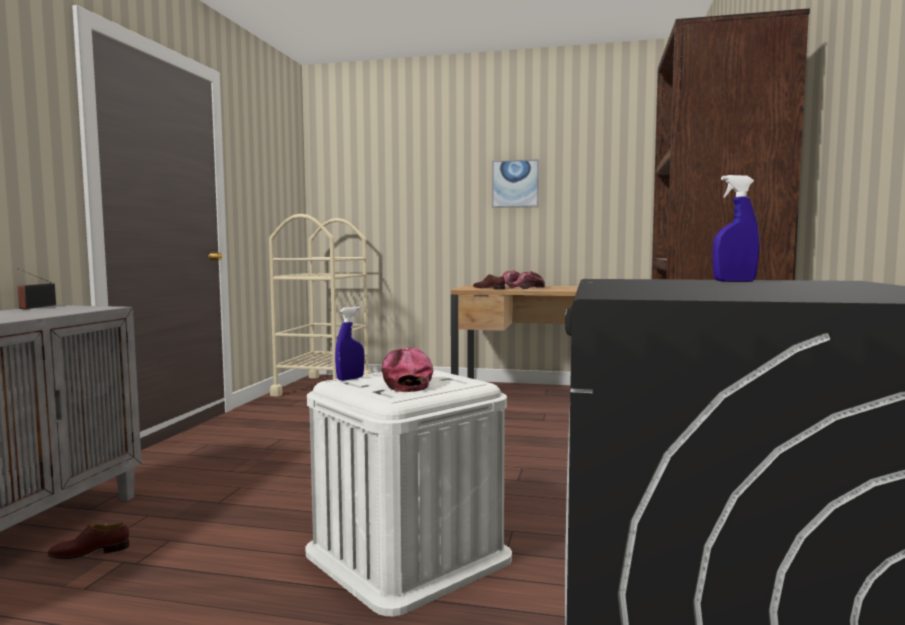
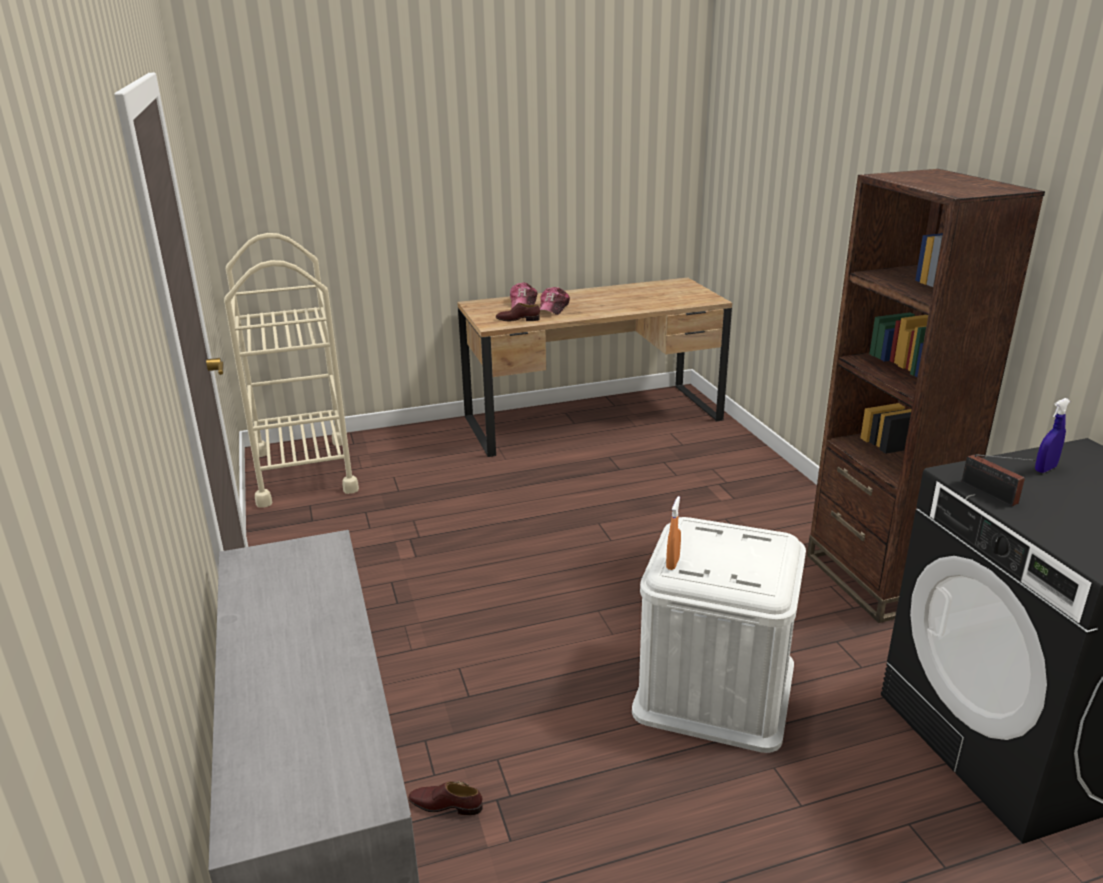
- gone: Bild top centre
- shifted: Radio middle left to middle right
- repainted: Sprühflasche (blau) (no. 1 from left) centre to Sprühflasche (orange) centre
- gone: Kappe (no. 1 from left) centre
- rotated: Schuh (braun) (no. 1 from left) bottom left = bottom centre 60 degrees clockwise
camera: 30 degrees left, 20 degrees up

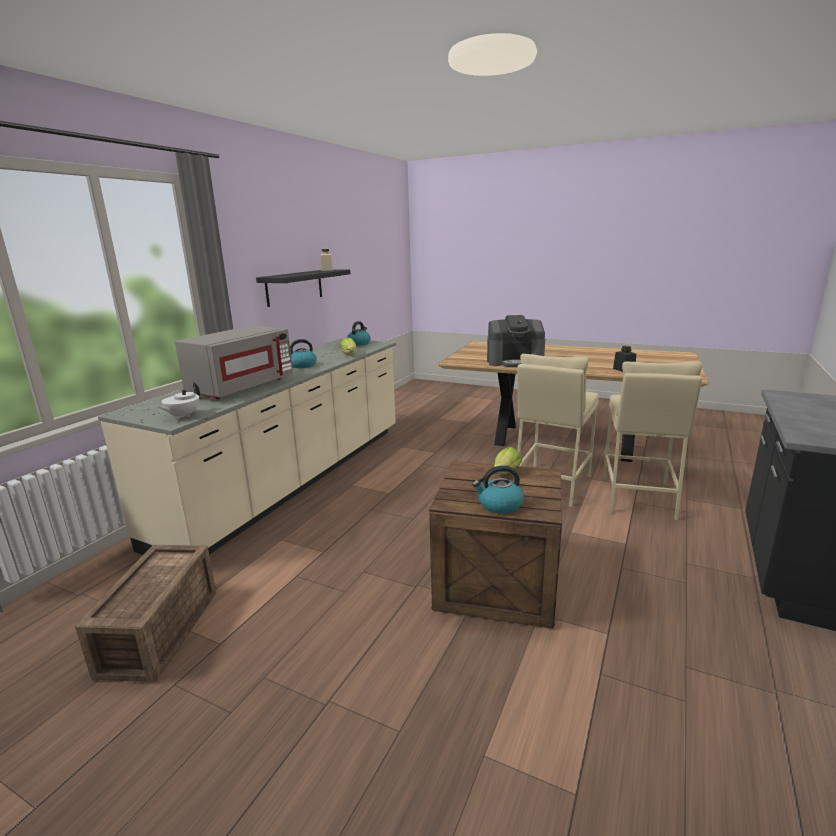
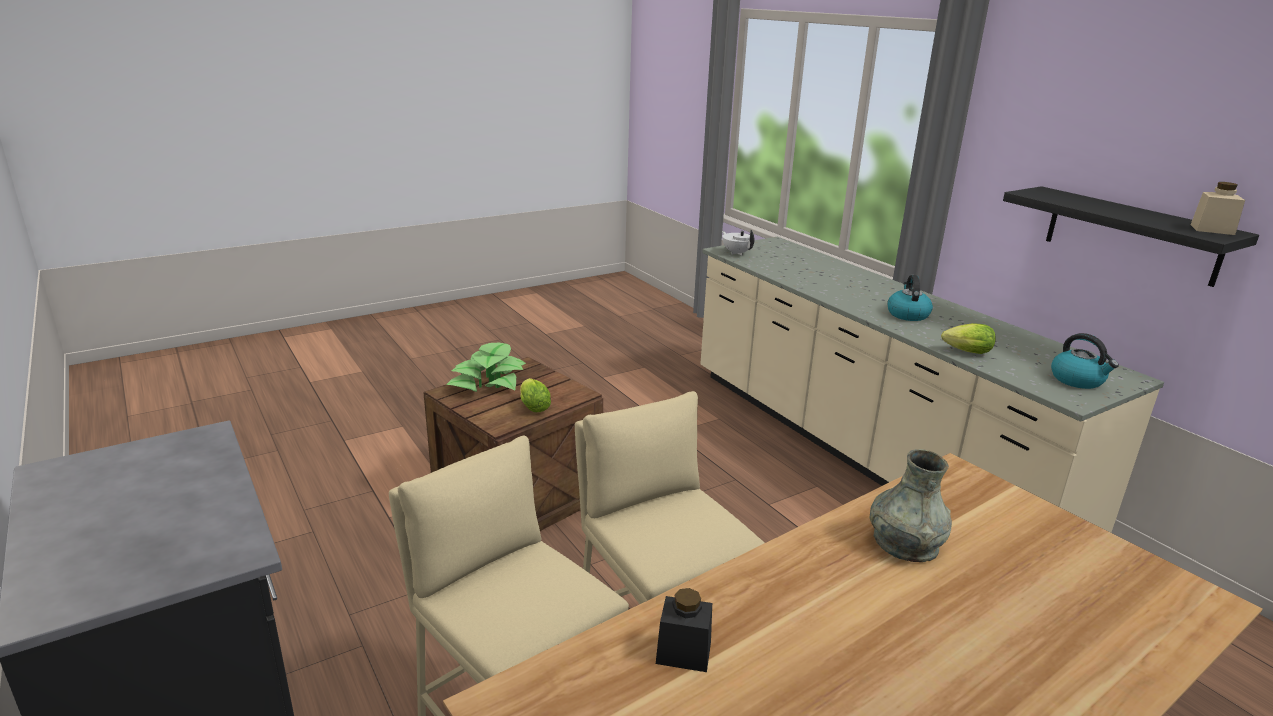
- swapped: Kaffeemaschine centre to Vase (grau) bottom right
- gone: Mikrowelle (grau) middle left
- swapped: Wasserkessel (no. 3 from left) centre to Topfpflanze centre
- gone: Kiste (no. 1 from left) bottom left
camera: 120 degrees right, 5 degrees up

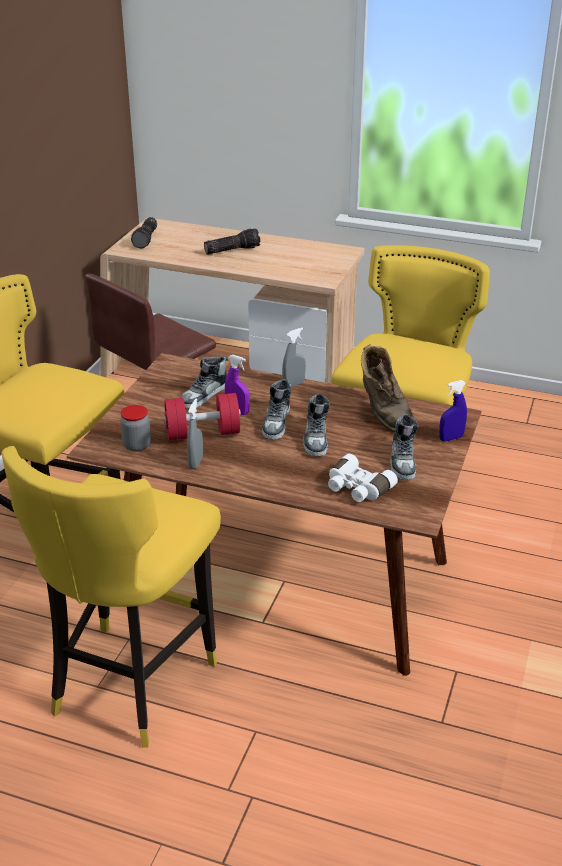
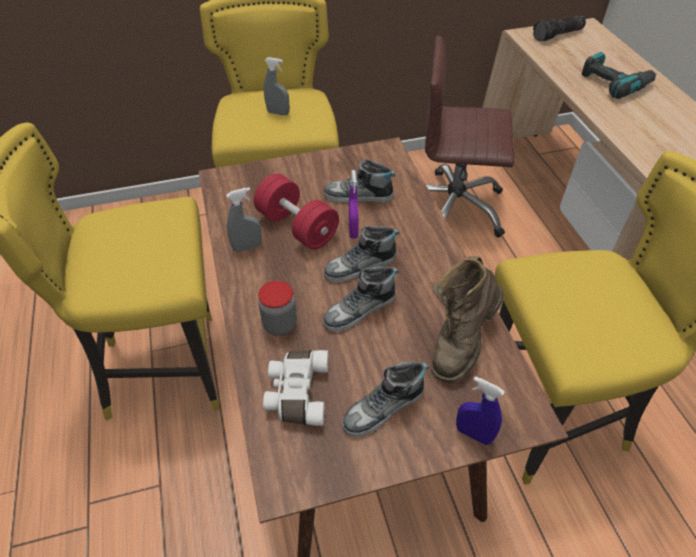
- swapped: Taschenlampe (no. 2 from left) top centre to Bohrmaschine top right
- shifted: Sprühflasche (grau) (no. 2 from left) centre to top centre
- shifted: Vorratsglas middle left to centre
camera: 55 degrees right, 15 degrees up

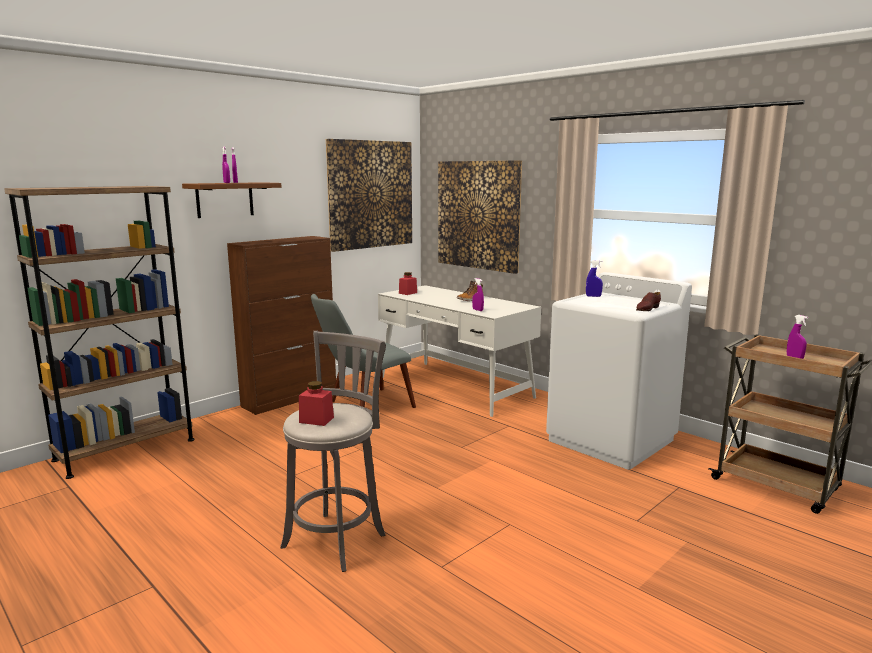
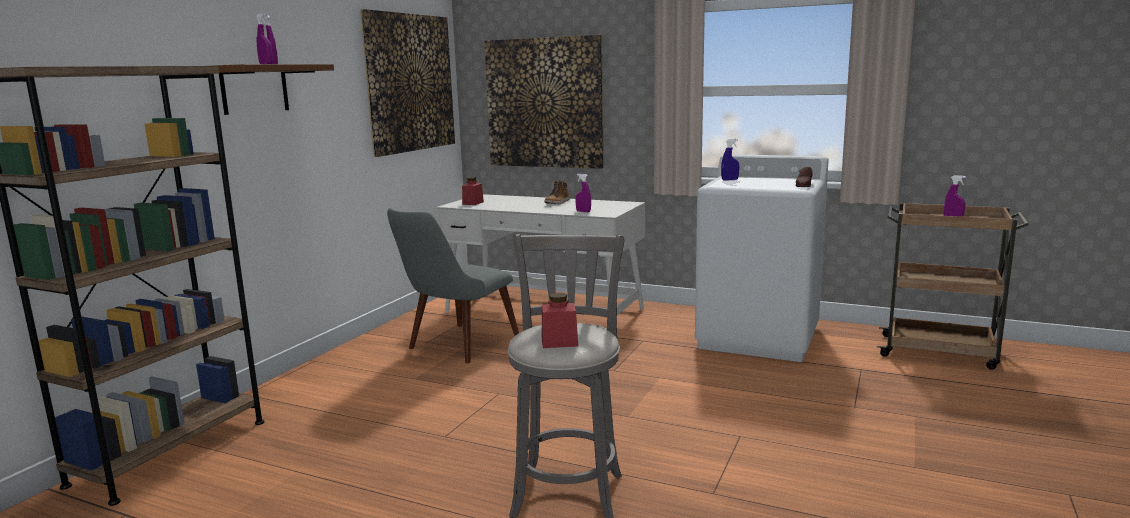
- gone: Schrank (braun) middle left
camera: 20 degrees left, 0 degrees up

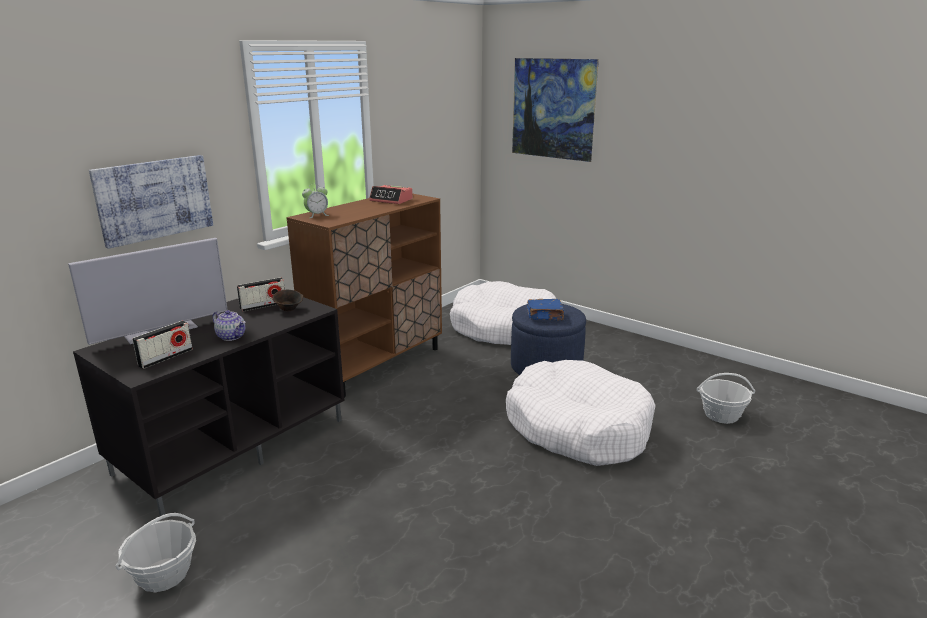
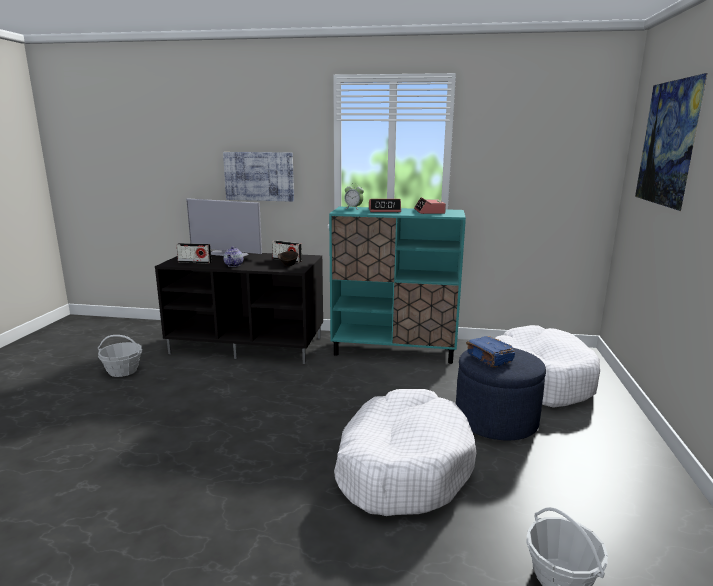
- repainted: Schrank (braun) centre to Schrank (türkis) centre
- new: Wecker (no. 2 from left) centre
camera: 60 degrees right, 5 degrees down

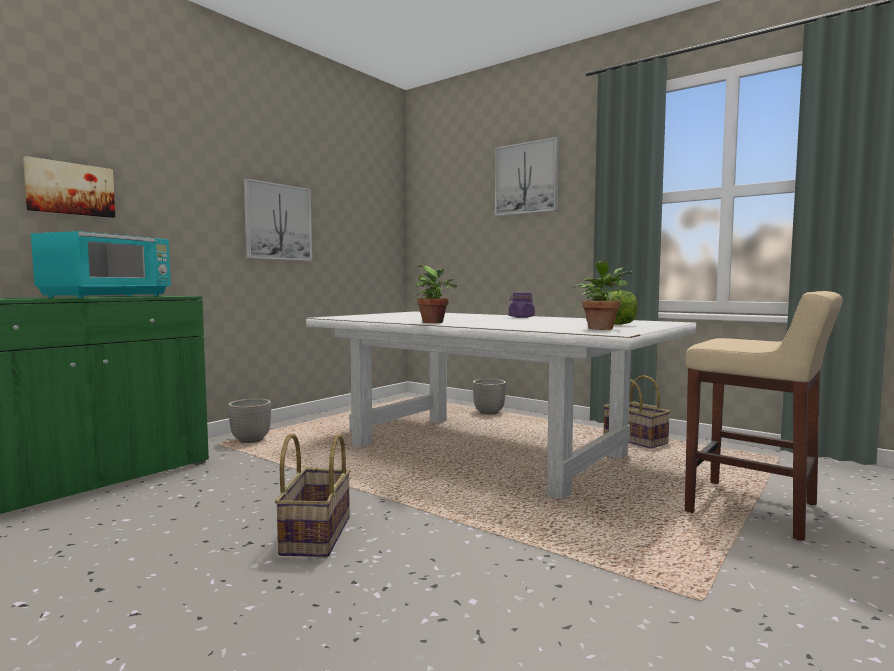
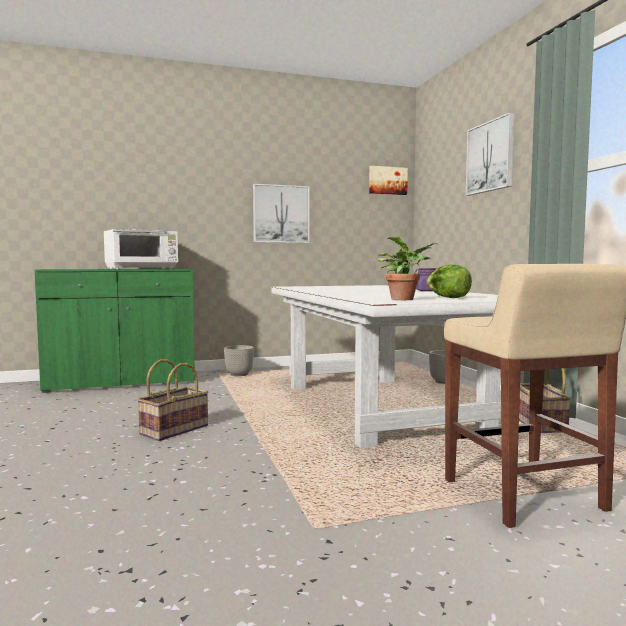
- shifted: Bild (no. 1 from left in the first image) top left to Bild (no. 2 from left) top centre
- repainted: Mikrowelle (türkis) middle left to Mikrowelle (weiß) middle left
- gone: Topfpflanze (no. 1 from left) centre
camera: 35 degrees right, 0 degrees up

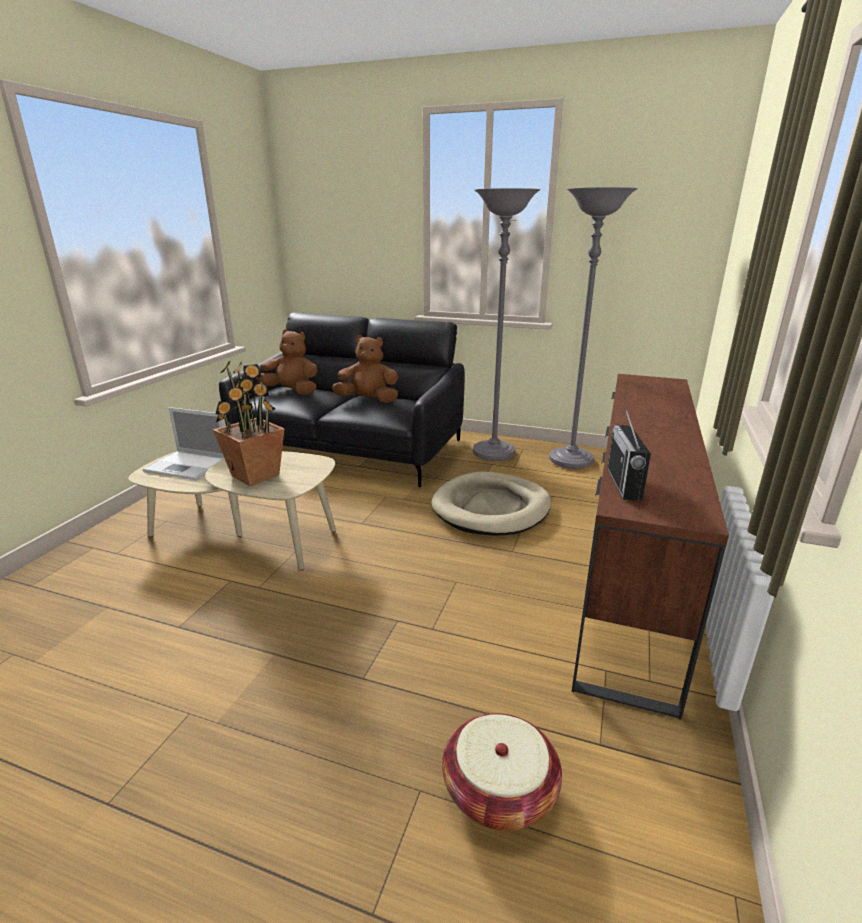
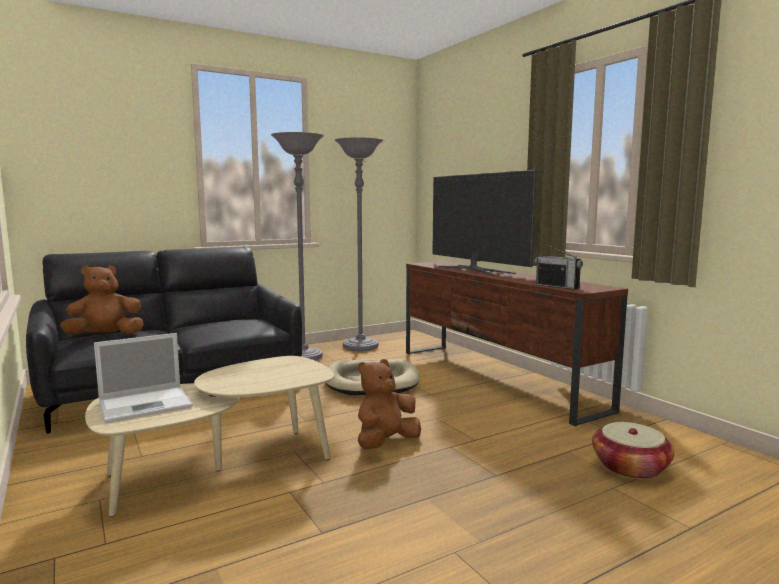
- shifted: Plüschtier (braun) (no. 2 from left) centre to bottom centre
- gone: Topfpflanze middle left
- new: Fernseher centre
camera: 50 degrees left, 15 degrees down

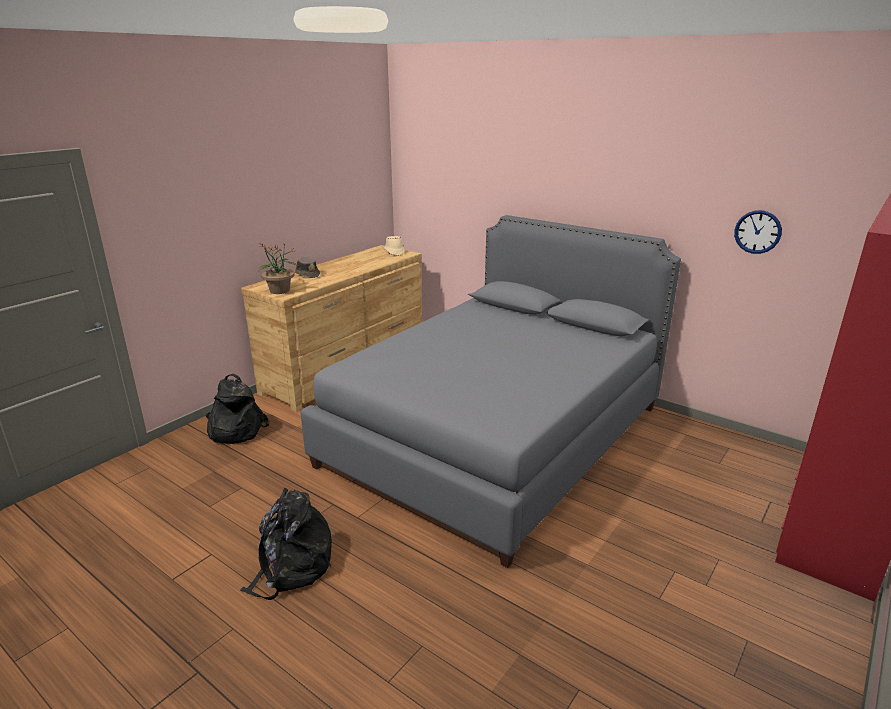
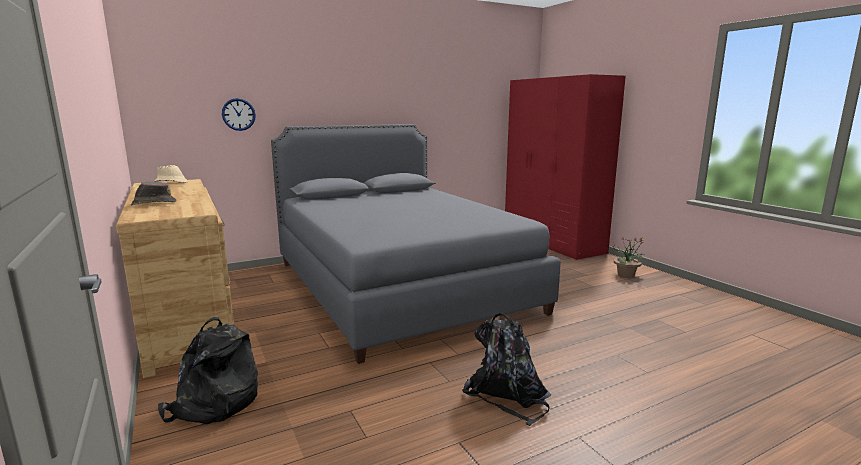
- shifted: Wanduhr top right to top left
- shifted: Topfpflanze middle left to middle right
camera: 65 degrees left, 10 degrees down

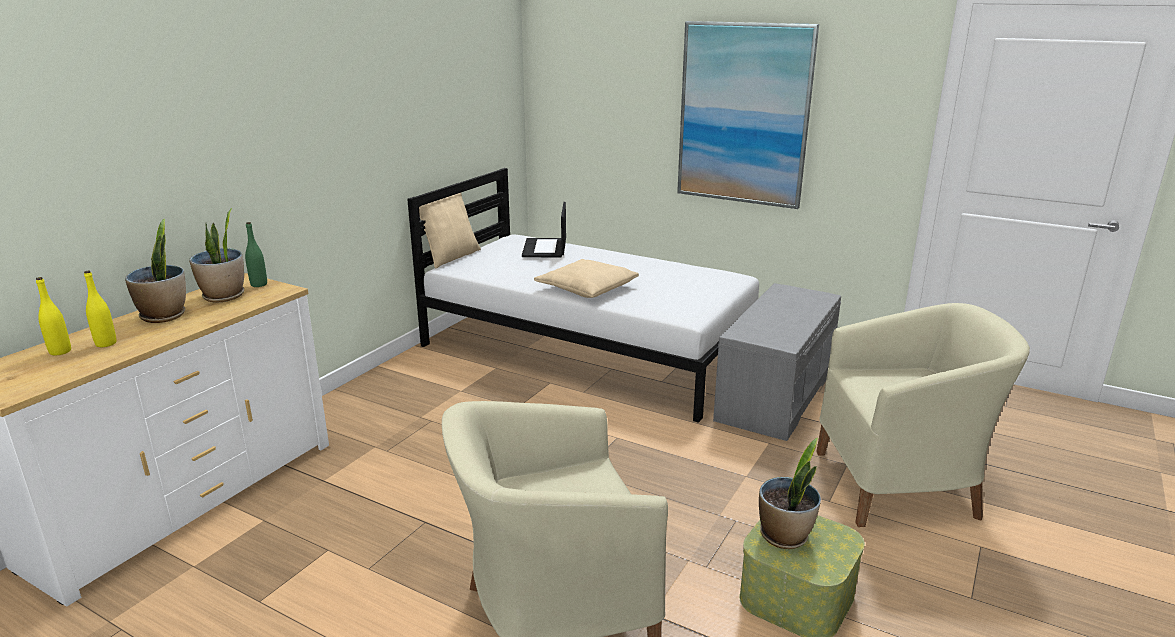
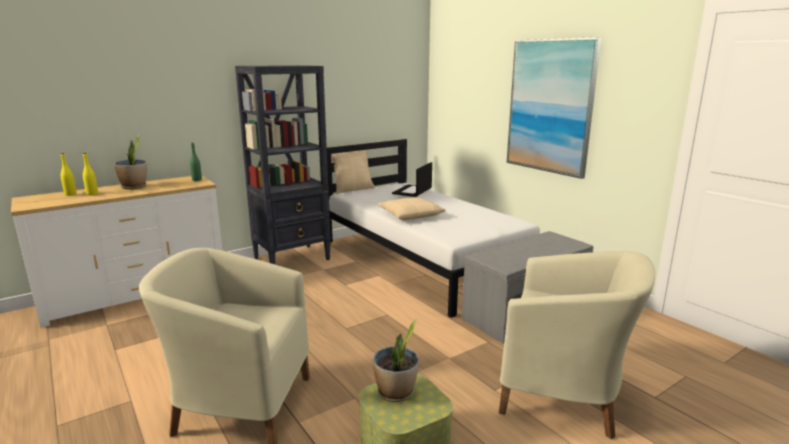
- gone: Topfpflanze (no. 2 from left) middle left
- new: Bücherregal (schwarz) centre
camera: 25 degrees right, 5 degrees down

